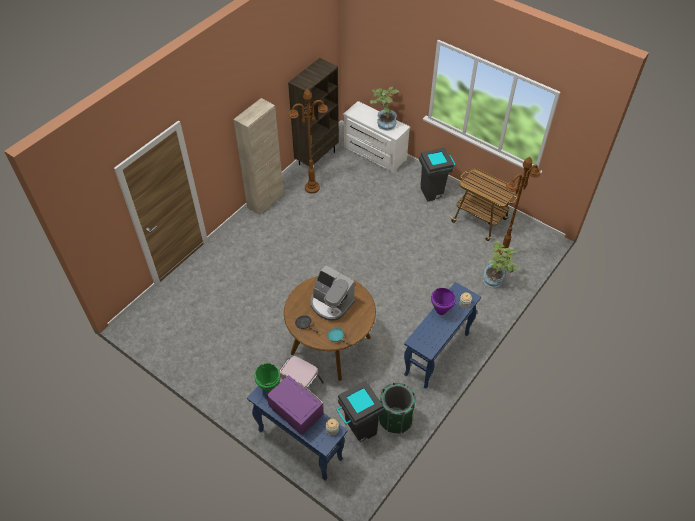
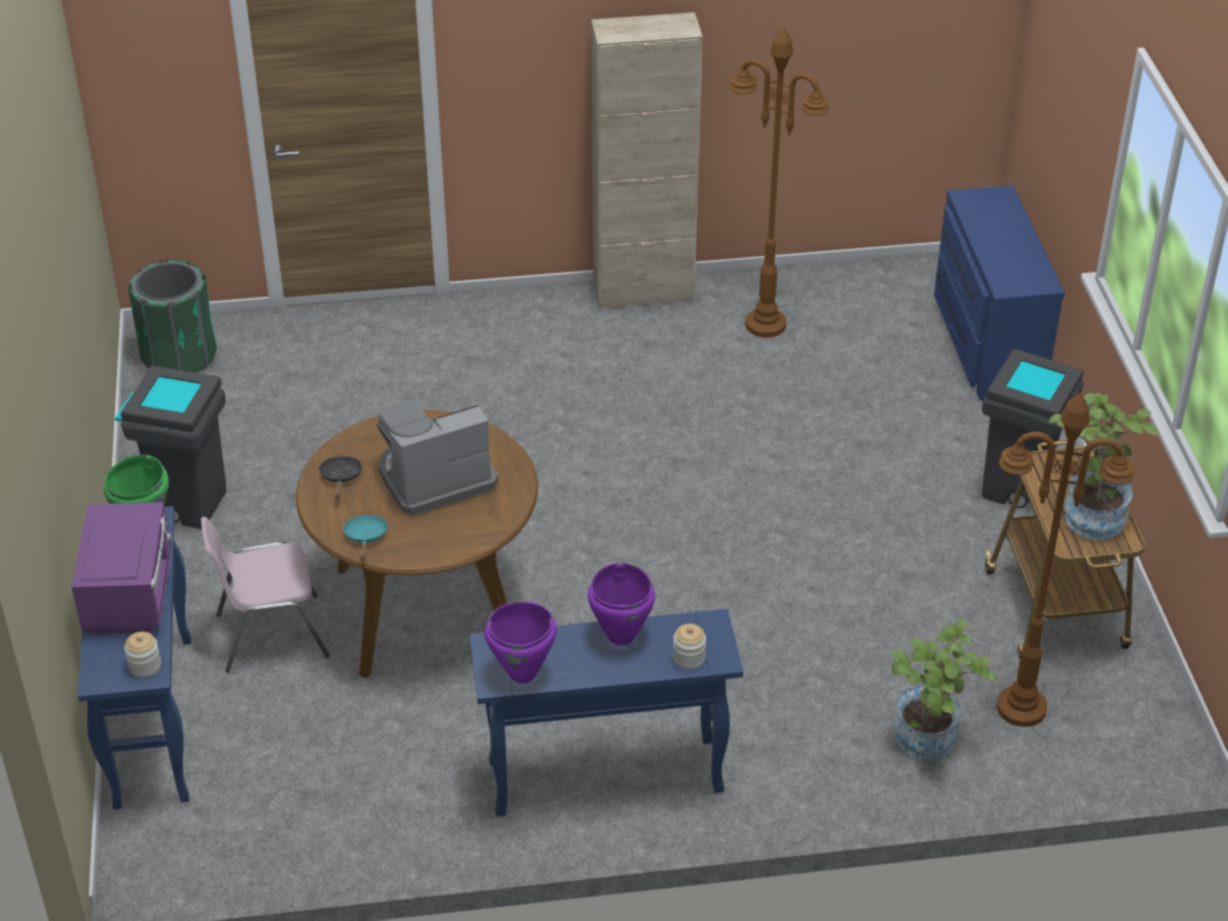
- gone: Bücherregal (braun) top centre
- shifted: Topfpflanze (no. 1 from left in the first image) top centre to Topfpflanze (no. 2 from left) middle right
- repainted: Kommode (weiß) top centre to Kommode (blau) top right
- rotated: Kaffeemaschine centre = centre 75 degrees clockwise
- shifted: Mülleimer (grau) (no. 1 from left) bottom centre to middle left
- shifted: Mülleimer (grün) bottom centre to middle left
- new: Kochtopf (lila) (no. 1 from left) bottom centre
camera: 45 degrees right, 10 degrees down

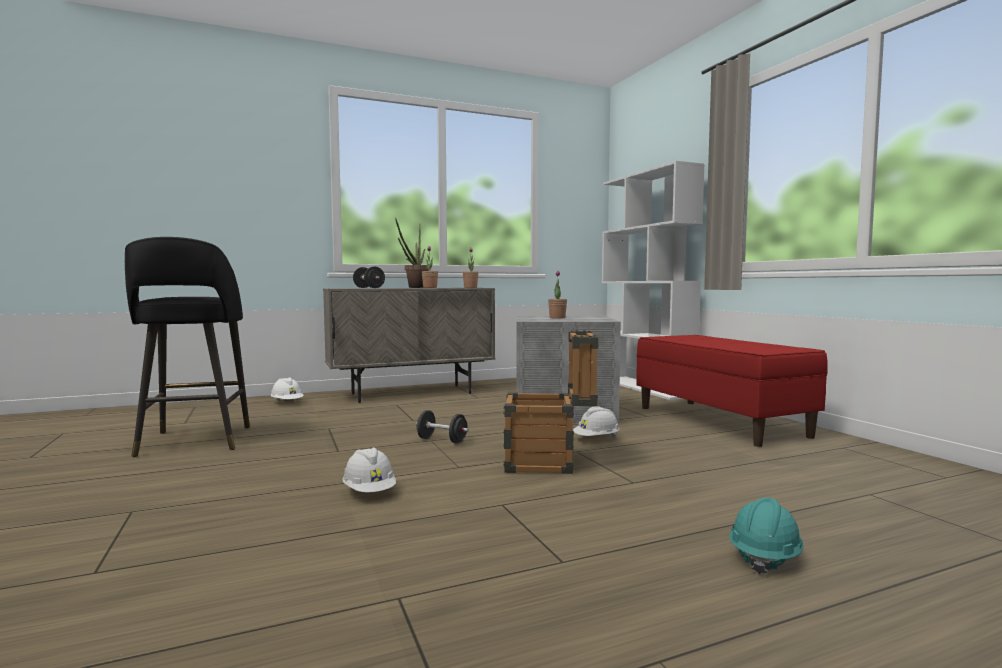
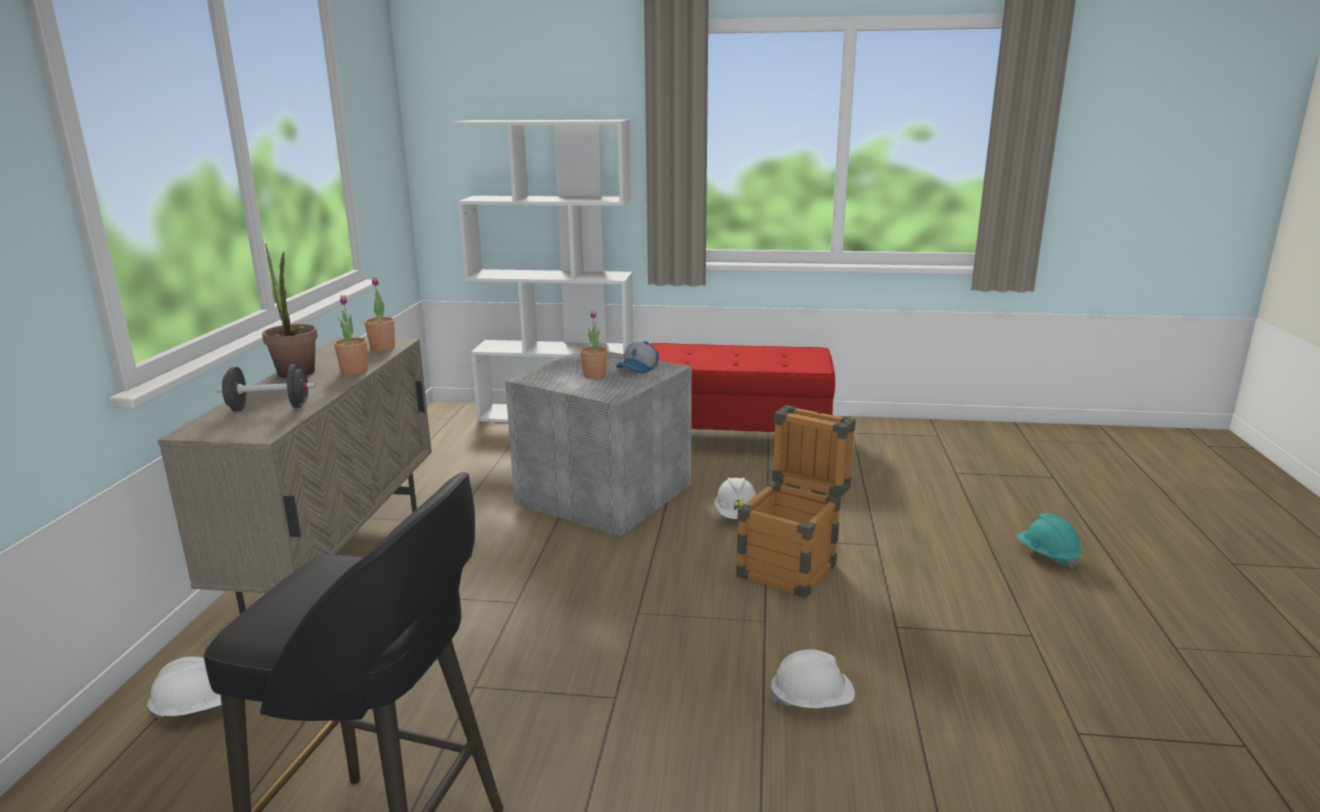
- gone: Hantel (schwarz) (no. 2 from left) centre
- new: Kappe centre
camera: 60 degrees left, 15 degrees up

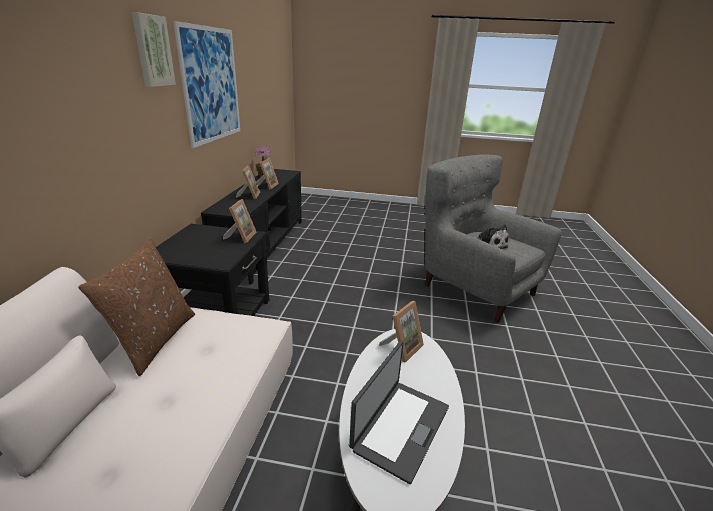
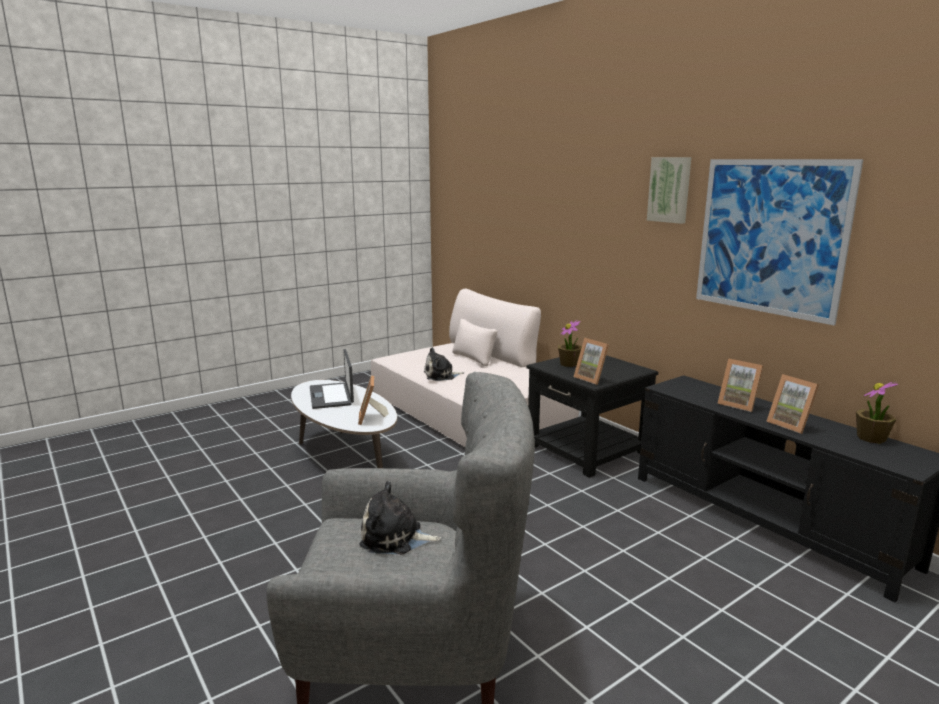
- gone: Kissen (braun) middle left
- new: Topfpflanze (no. 1 from left) centre
- new: Plüschtier (no. 2 from left) centre
camera: 135 degrees right, 10 degrees down

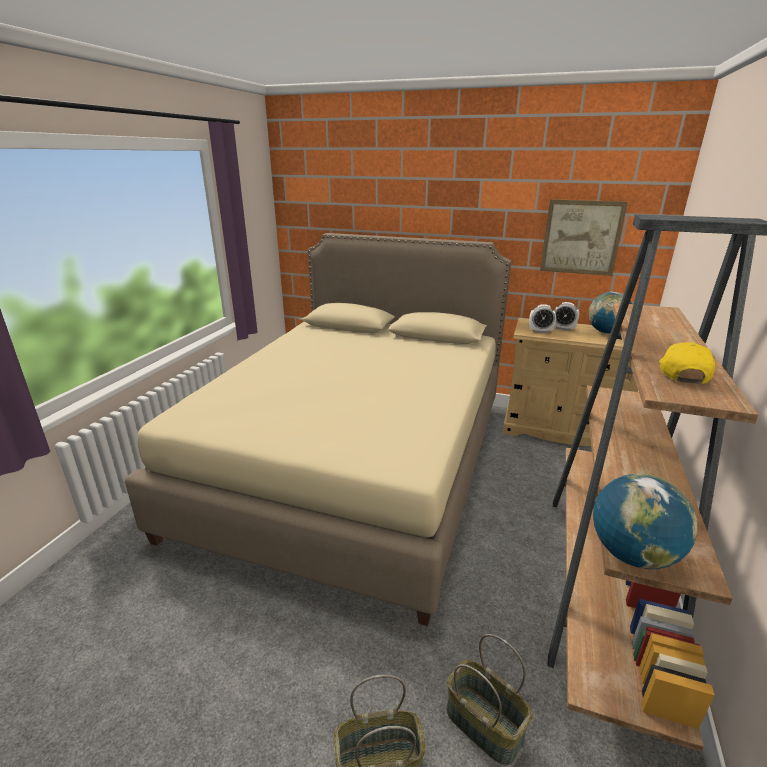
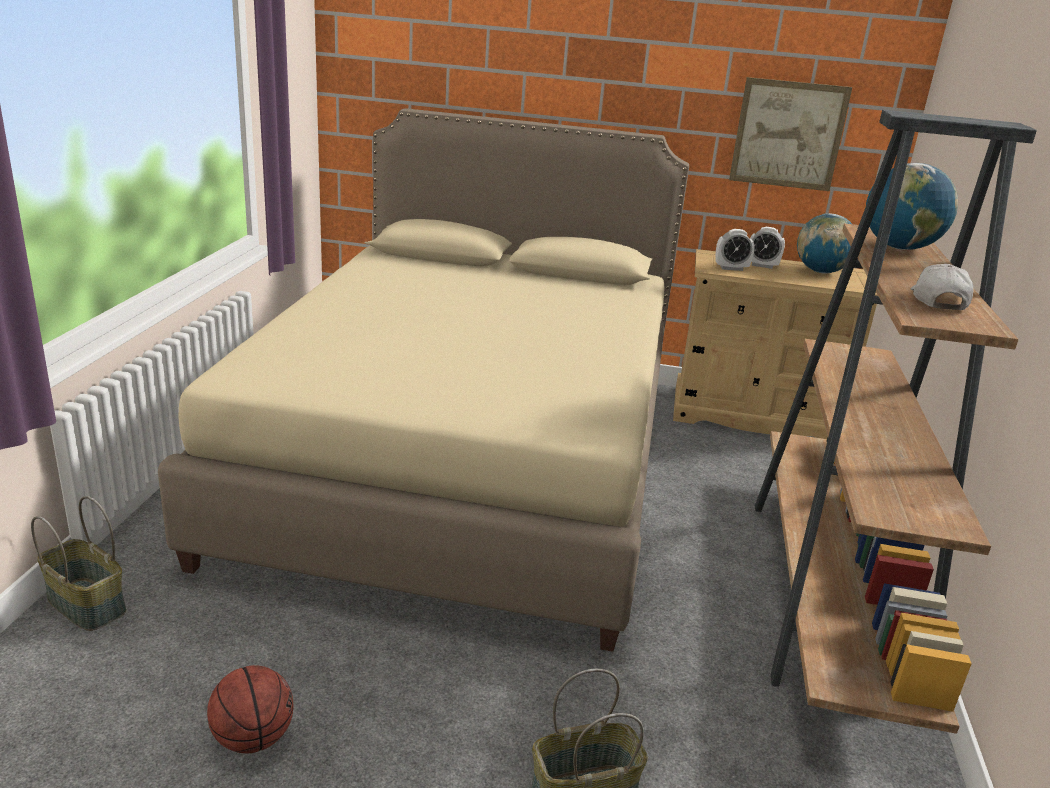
- repainted: Kappe (gelb) middle right to Kappe (weiß) middle right
- shifted: Globus (no. 2 from left) bottom right to top right
- shifted: Korb (no. 2 from left in the first image) bottom centre to Korb (no. 1 from left) bottom left
- new: Basketball bottom left
camera: 10 degrees left, 0 degrees up

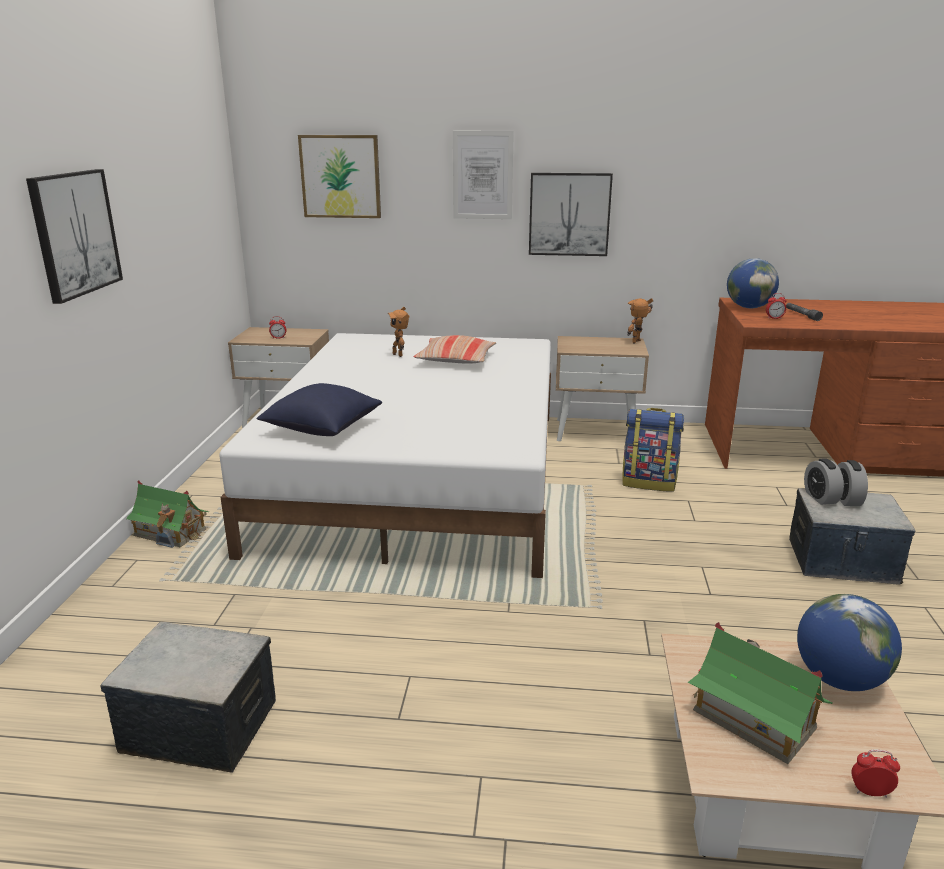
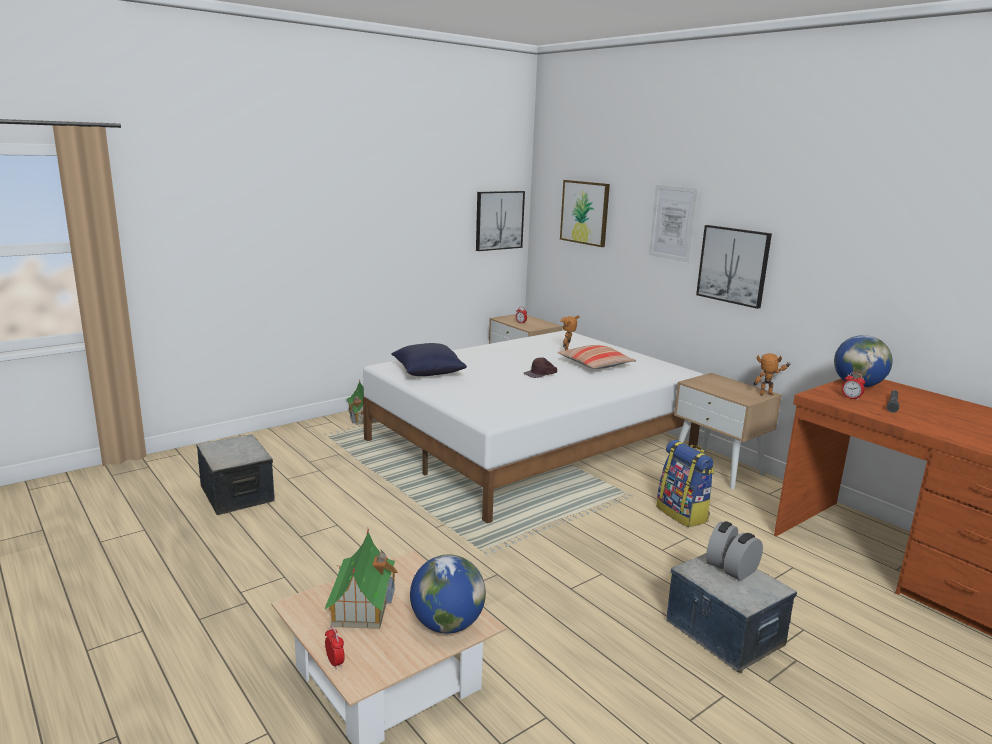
- shifted: Bild (no. 1 from left) top left to top centre
- new: Kappe (braun) centre
camera: 45 degrees right, 5 degrees down

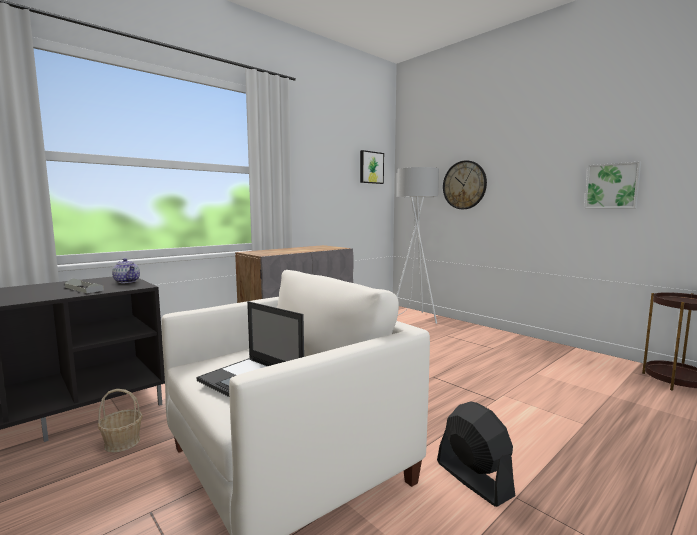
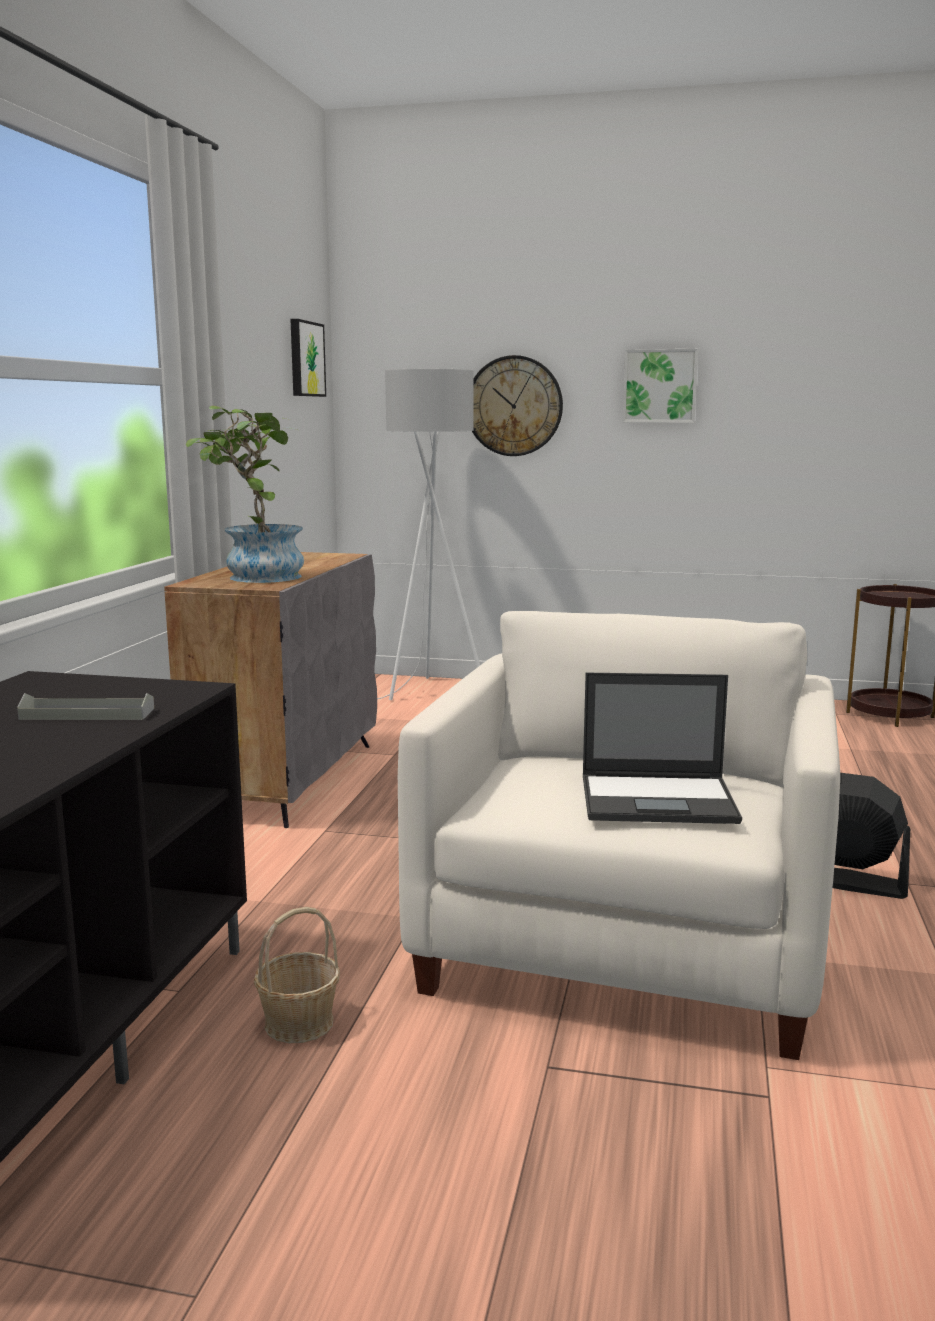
- shifted: Bild (no. 2 from left) middle right to top right
- gone: Teekanne middle left
- new: Topfpflanze middle left
camera: 35 degrees left, 5 degrees up

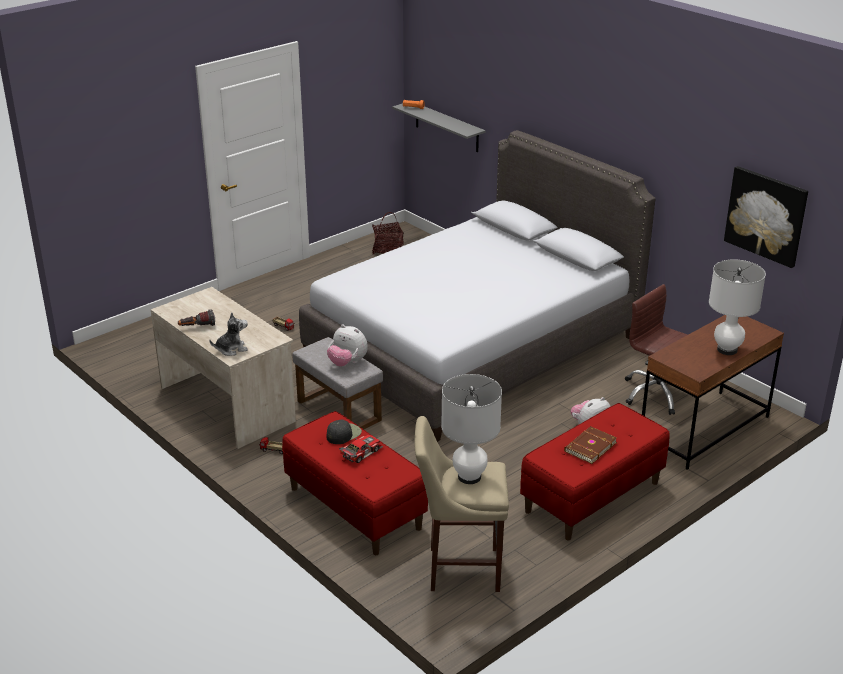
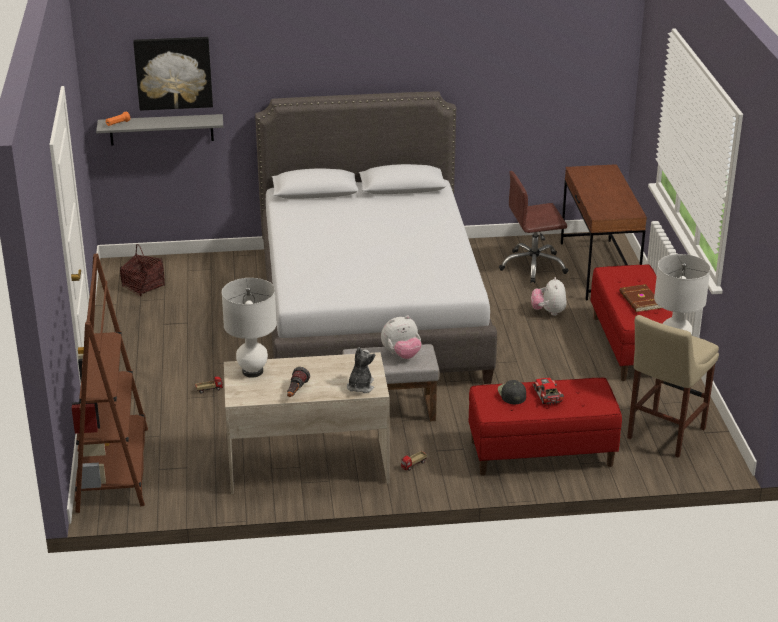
- shifted: Bild top right to top left
- shifted: Tischlampe (weiß) (no. 2 from left in the first image) middle right to Tischlampe (weiß) (no. 1 from left) middle left
- new: Bücherregal (braun) middle left
camera: 55 degrees left, 0 degrees up

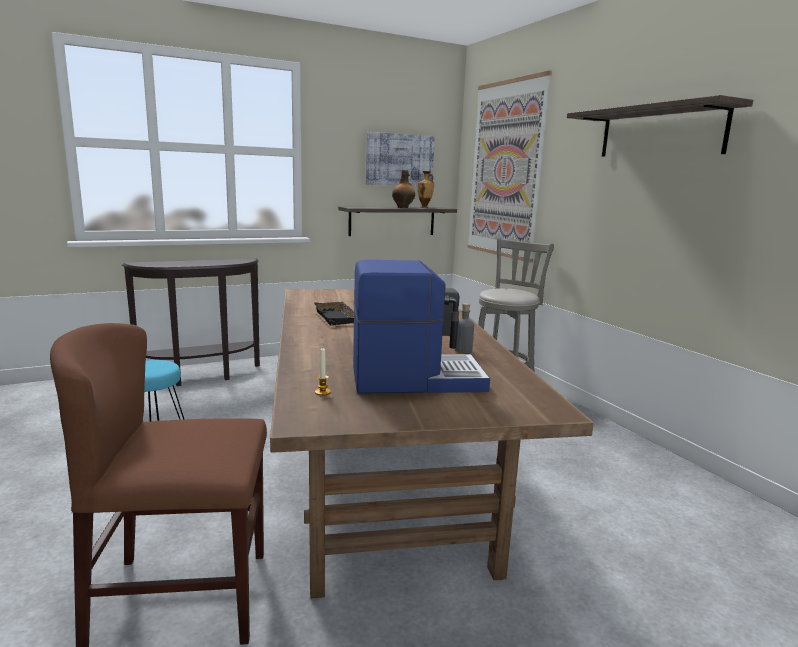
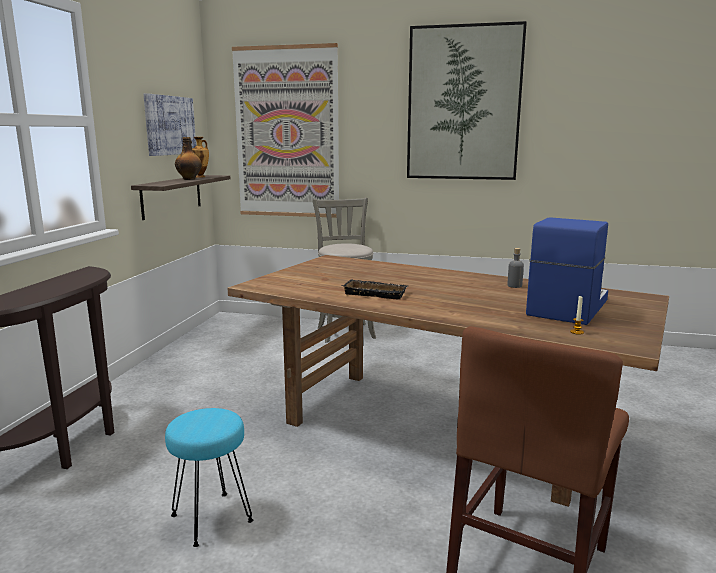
- swapped: Wandregal (no. 2 from left) top right to Bild (no. 3 from left) top centre
camera: 50 degrees left, 0 degrees up

